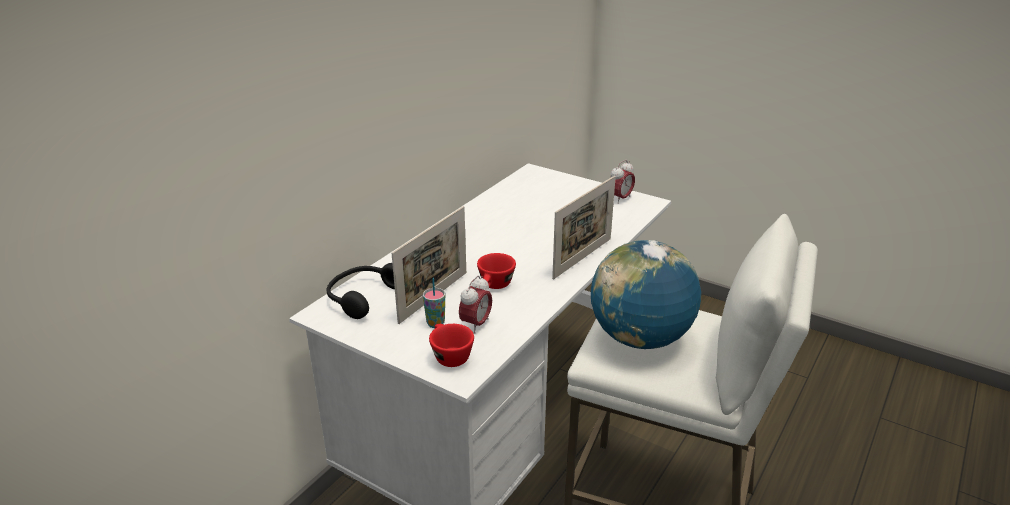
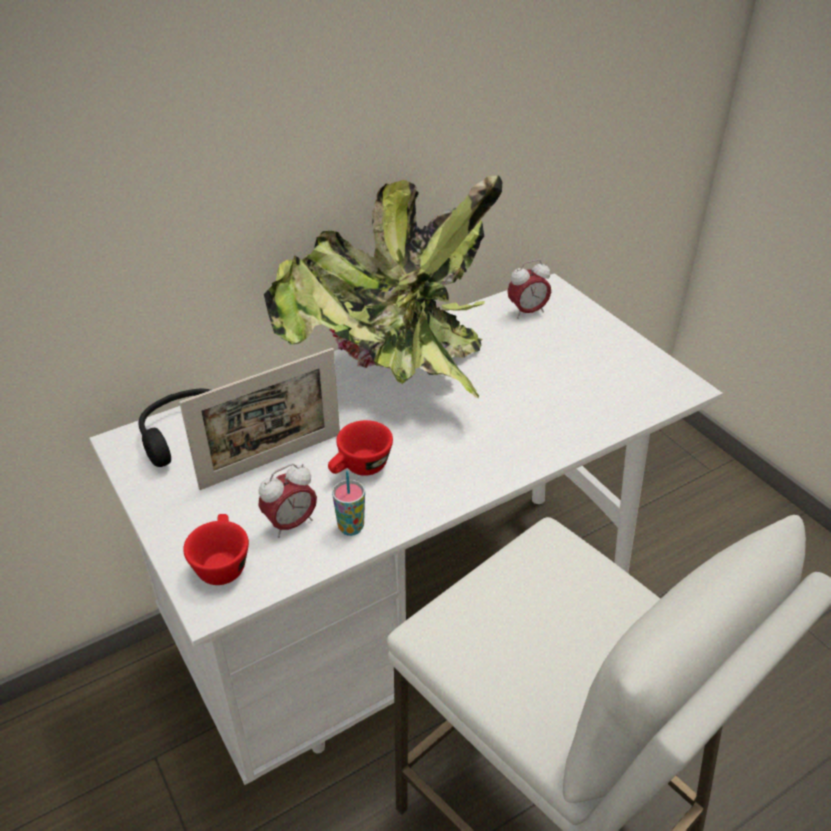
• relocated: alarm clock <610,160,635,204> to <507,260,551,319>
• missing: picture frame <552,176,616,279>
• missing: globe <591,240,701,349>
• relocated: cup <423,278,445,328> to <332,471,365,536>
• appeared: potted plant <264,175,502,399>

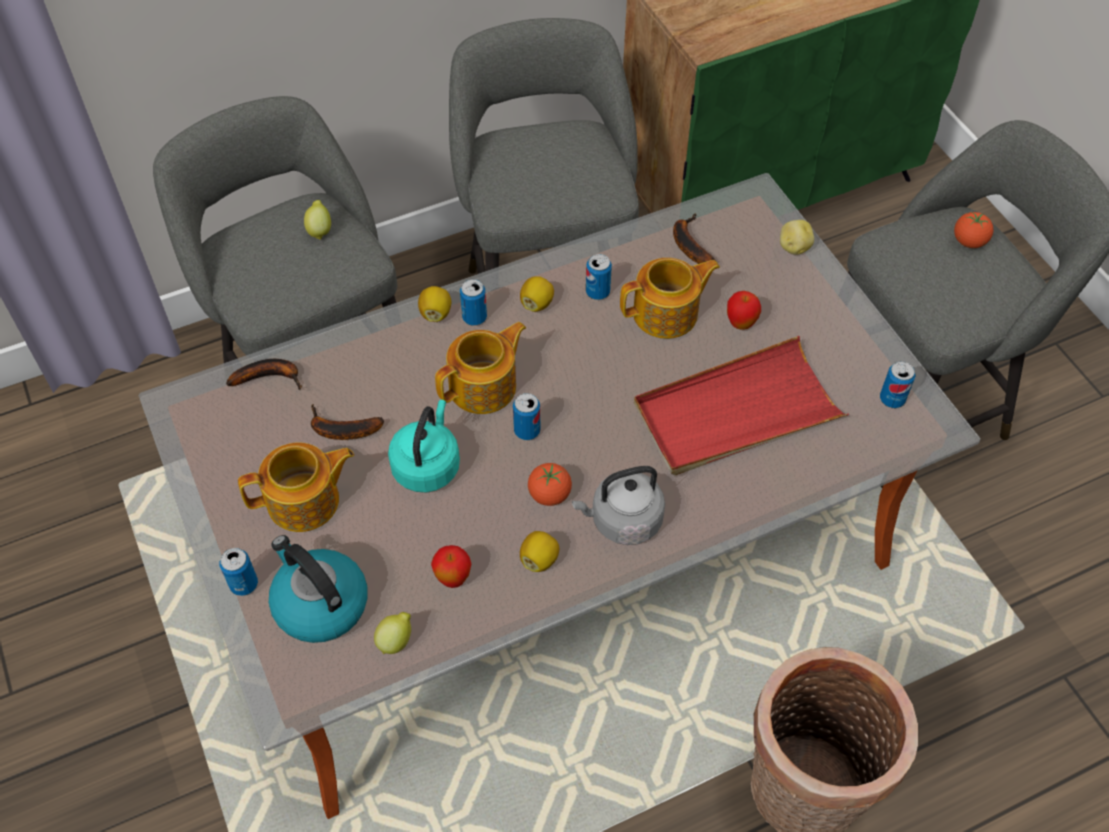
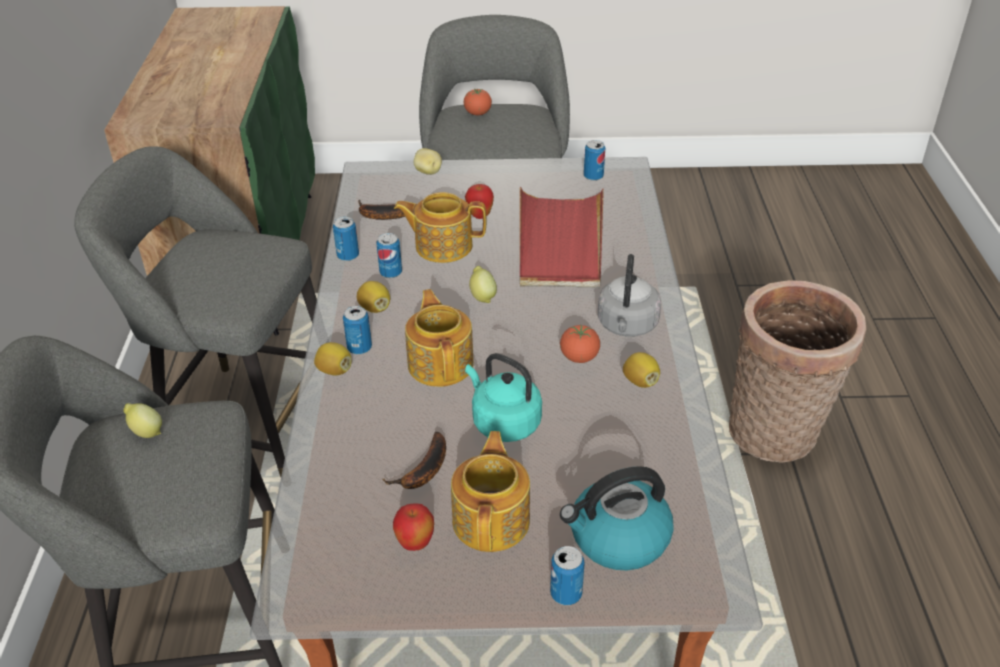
• spun: teapot <620,258,720,339> = <394,192,486,263> 90 degrees counterclockwise
• missing: banana <226,359,302,390>
• relocated: can <513,393,541,440> to <333,217,359,261>
• relocated: apple <431,545,471,588> to <393,503,434,551>
• relocated: lemon <374,612,411,654> to <469,266,497,303>

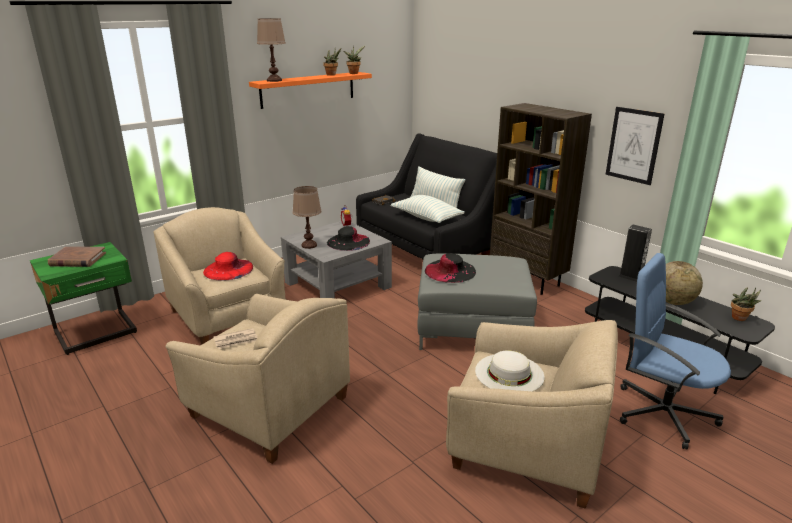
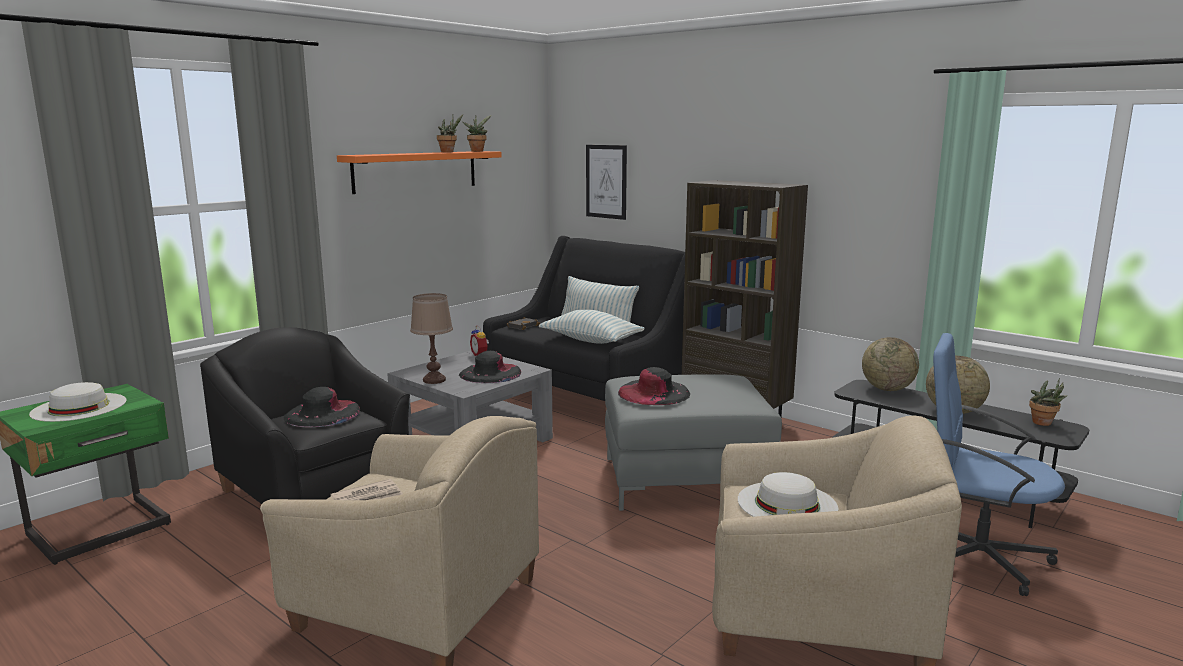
• missing: table lamp/brown <257,18,286,82>
• relocated: picture <606,107,664,185> to <586,145,627,220>
• colour: armchair/beige <154,207,286,345> to armchair/black <200,327,410,504>
• exchanged: speaker <619,225,652,282> to globe <862,337,919,391>
• exchanged: book/brown <48,247,106,267> to hat/white <29,382,127,422>
• colour: hat/red <203,252,253,281> to hat/black <283,387,360,427>

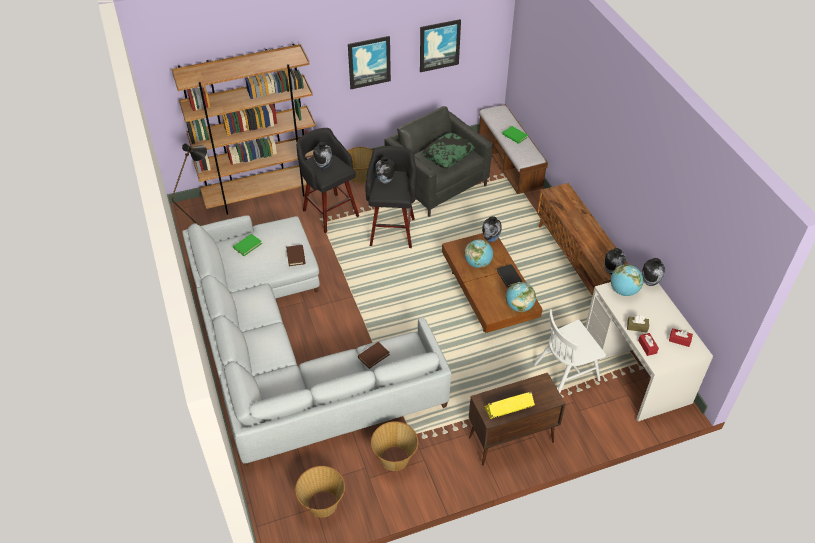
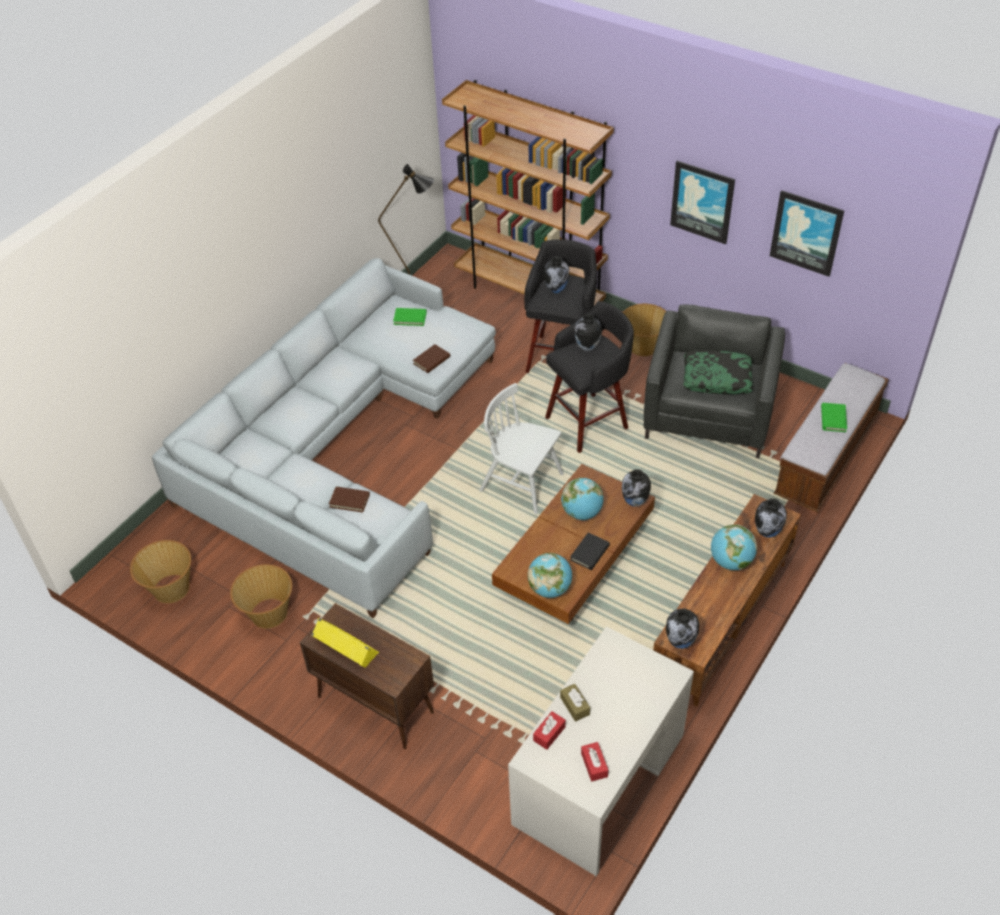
• relocated: vase <642,258,665,286> to <755,499,787,538>
• relocated: globe <611,265,643,296> to <711,524,757,570>
• relocated: chair/white <533,309,606,393> to <479,383,564,514>

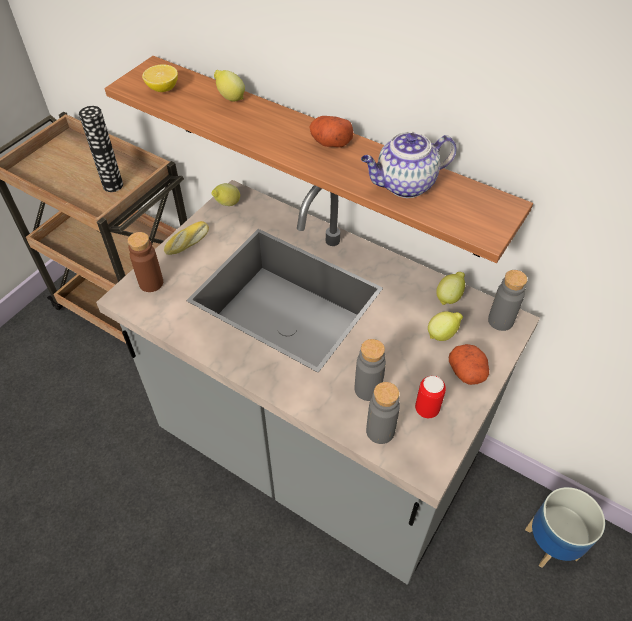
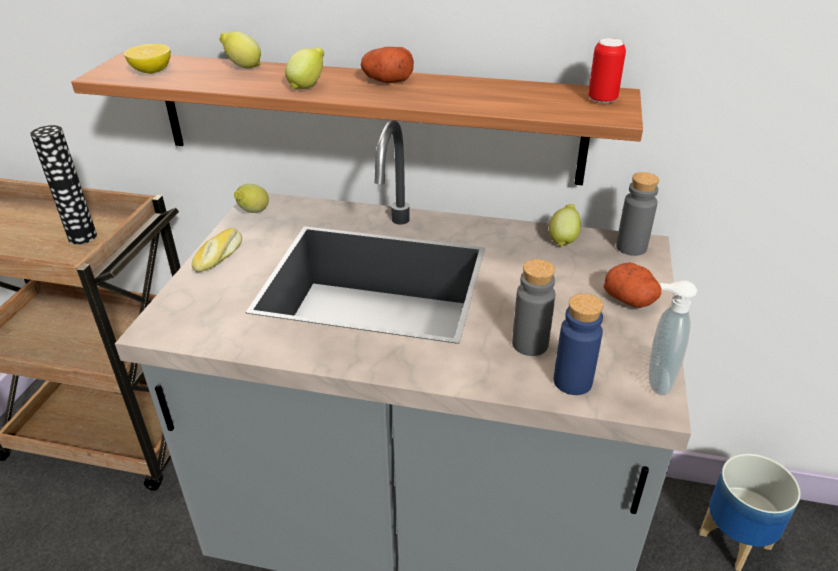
• missing: teapot <361,132,457,198>
• missing: bottle/brown <127,232,163,292>
• relocated: lemon <428,311,463,341> to <285,47,324,89>
• relocated: can <415,376,446,418> to <588,38,626,104>
• colour: bottle/grey <366,382,400,444> to bottle/blue <554,293,603,395>
• appeared: soap dispenser <649,280,697,395>

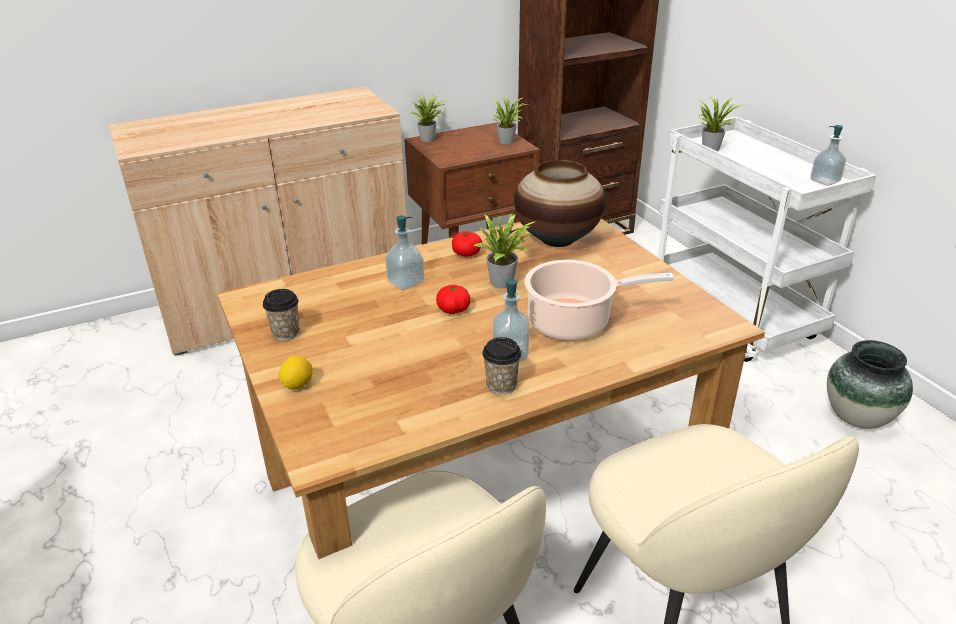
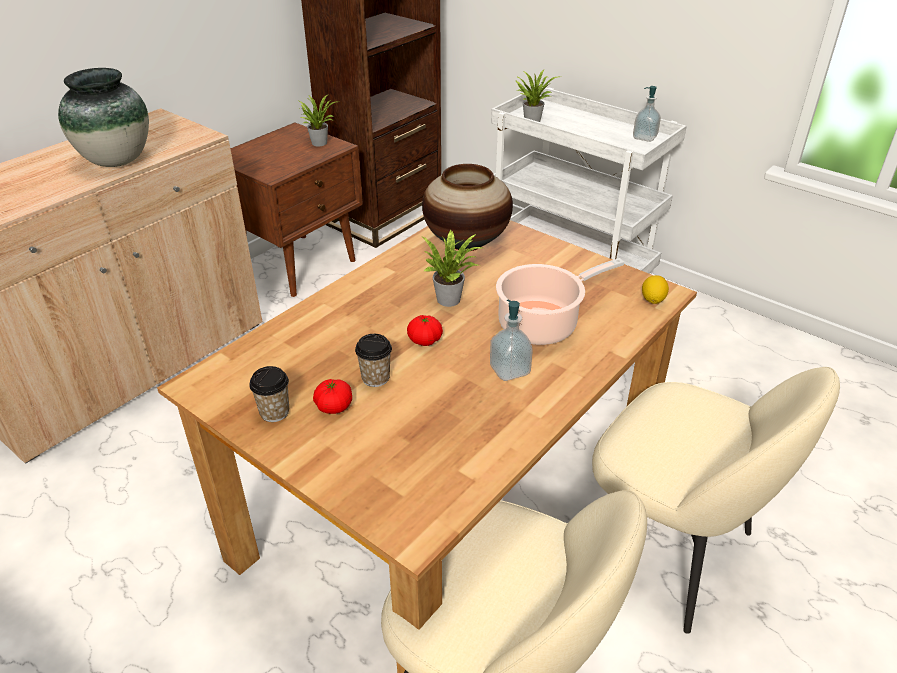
• missing: potted plant <408,95,446,142>
• missing: soap dispenser <385,215,424,290>
• relocated: tomato <452,231,482,257> to <313,379,352,414>
• relocated: cup <482,337,521,395> to <355,334,392,387>
• relocated: vase <827,340,913,429> to <58,68,149,167>
• relocated: lemon <279,356,313,390> to <642,275,669,304>

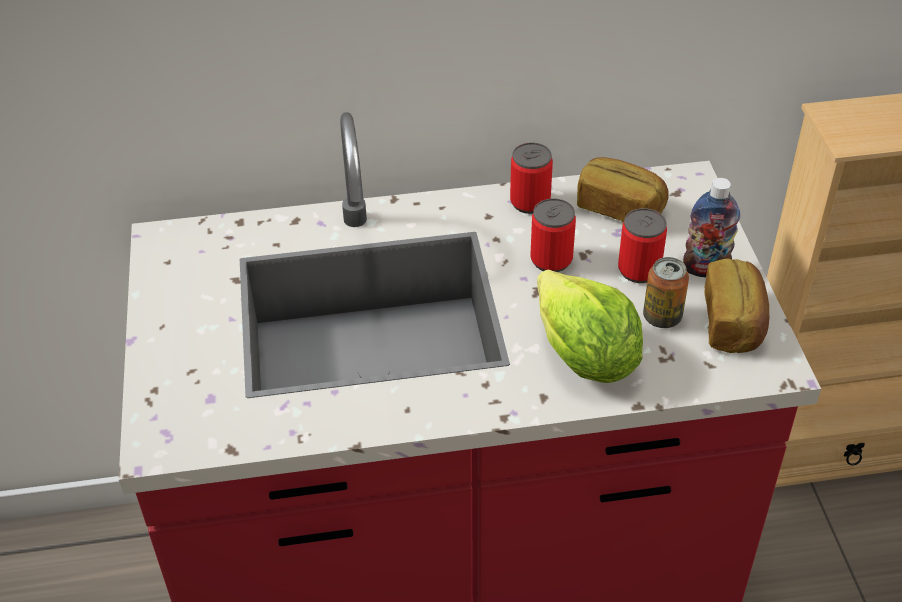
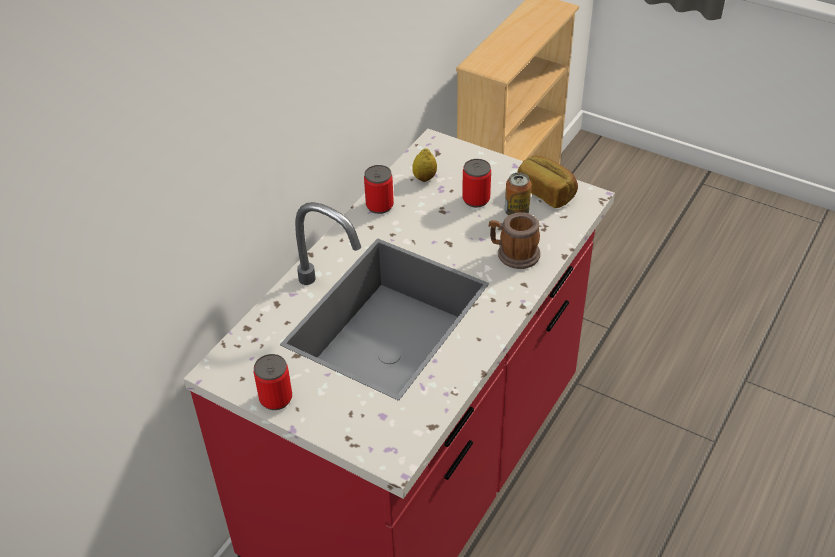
• exchanged: bread <577,157,669,222> to lemon <412,148,437,182>
• missing: bottle <683,178,740,277>
• relocated: can <530,198,576,272> to <254,354,292,410>
• exchanged: lettuce <537,269,643,383> to mug <489,212,540,269>

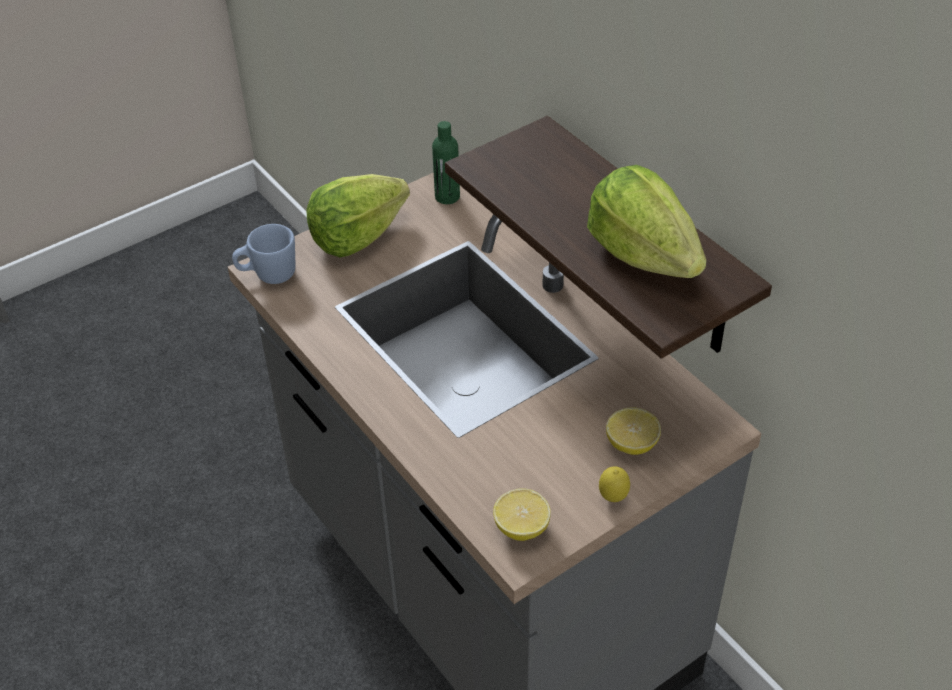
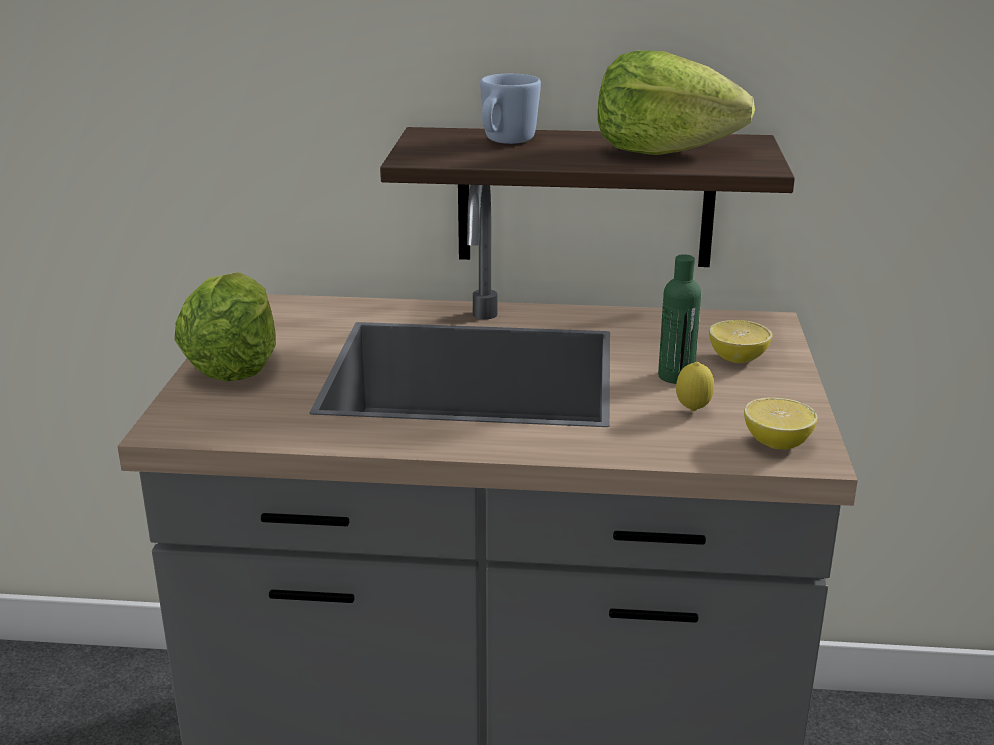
• relocated: bottle/green <432,121,460,204> to <658,254,701,384>
• relocated: mug/blue <232,224,296,284> to <480,74,541,144>
• relocated: lemon <599,467,630,502> to <676,362,714,411>

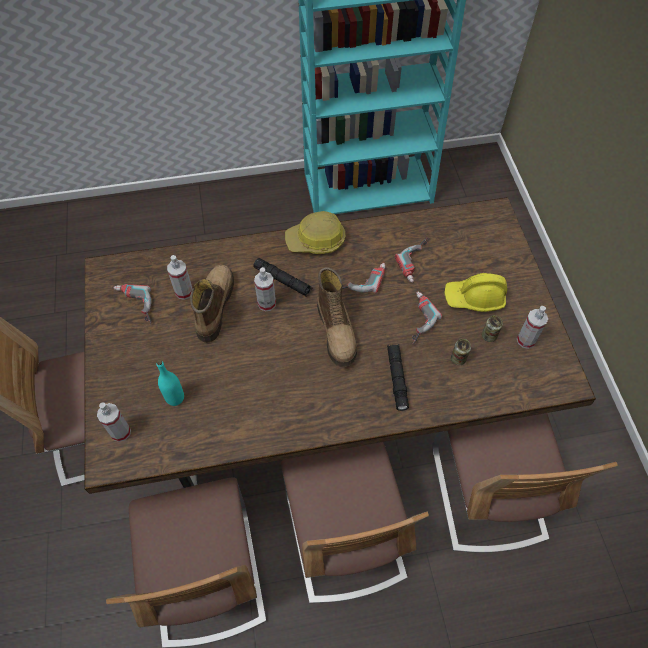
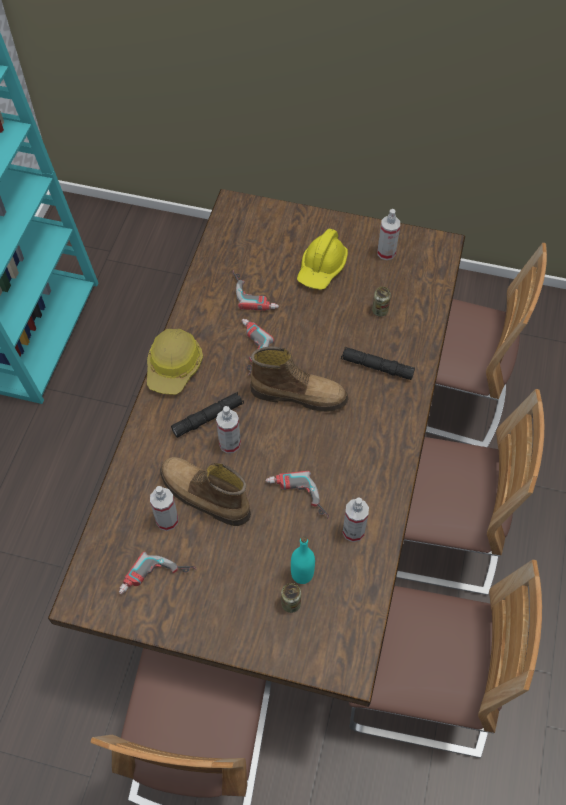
• relocated: power drill <412,292,442,345> to <265,471,329,519>
• relocated: can <482,315,503,342> to <281,583,301,613>
• relocated: spray bottle <97,402,131,442> to <343,498,369,542>

